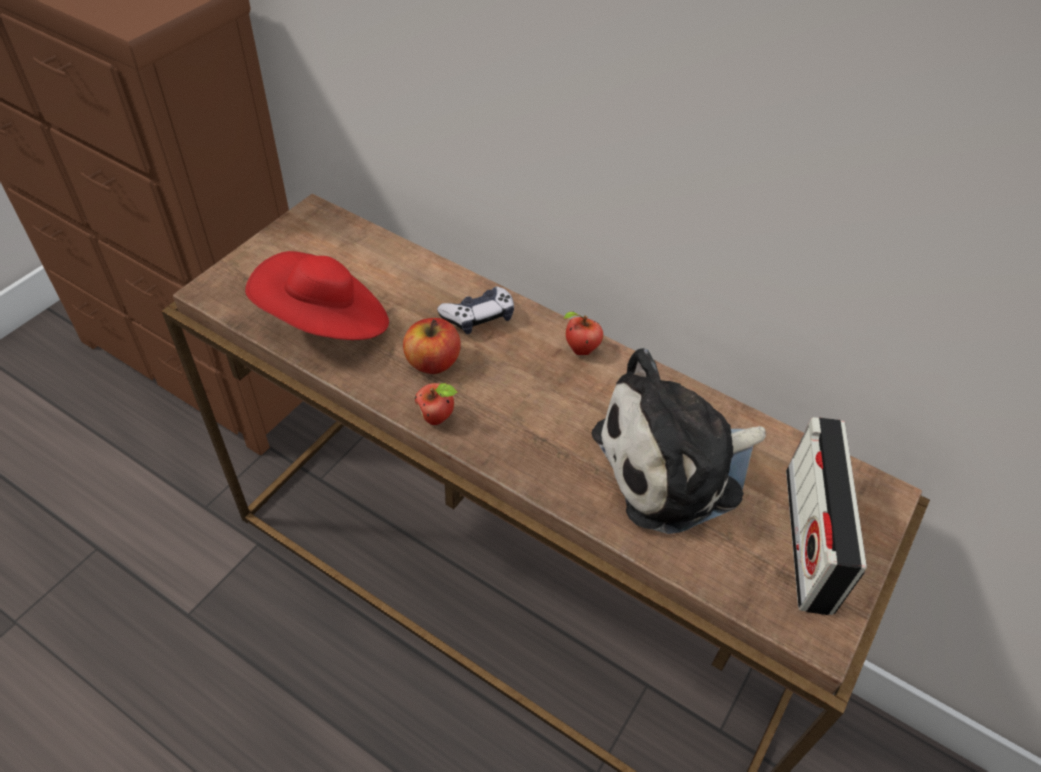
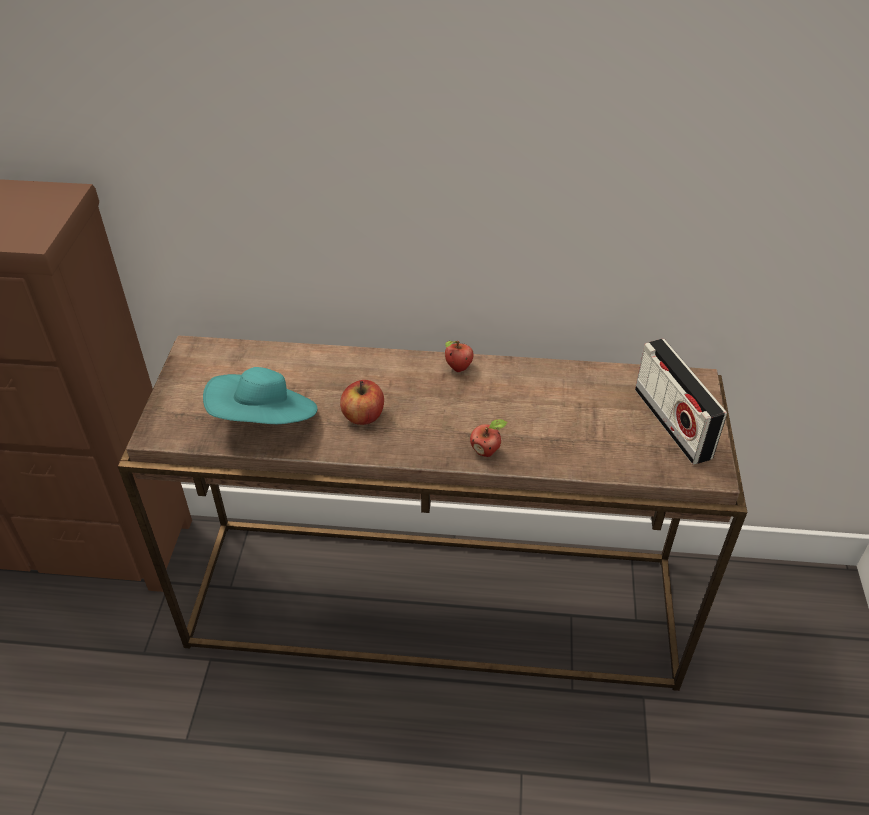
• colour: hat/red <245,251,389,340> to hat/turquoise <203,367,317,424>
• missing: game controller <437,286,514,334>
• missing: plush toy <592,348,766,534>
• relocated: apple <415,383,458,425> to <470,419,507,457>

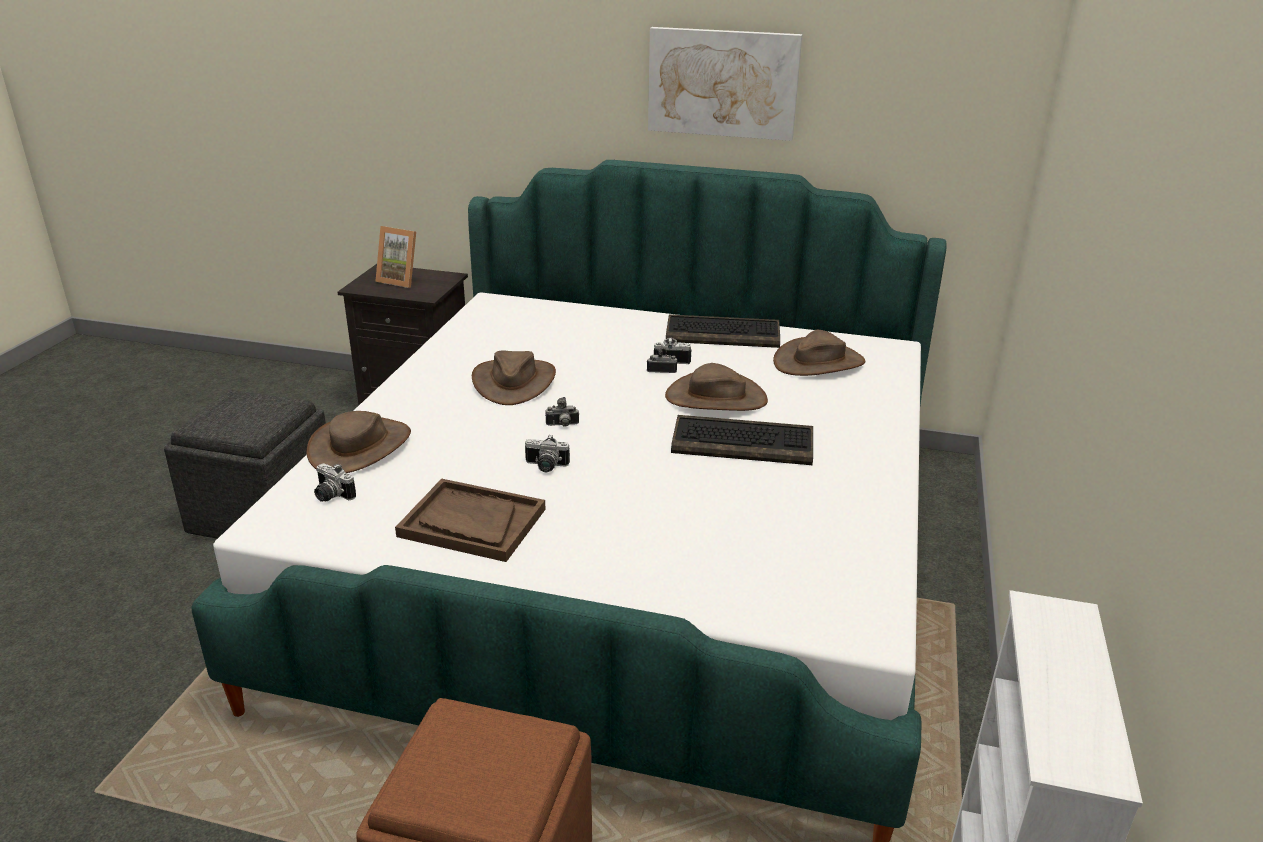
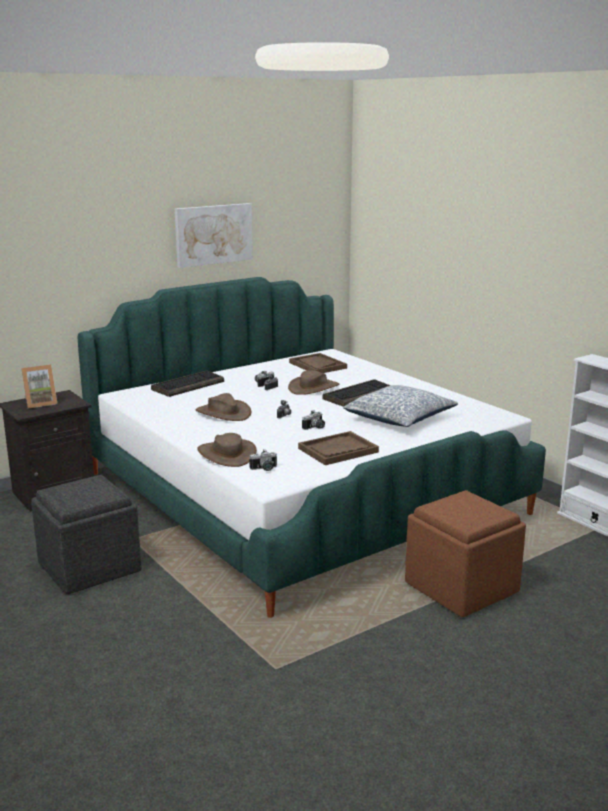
• relocated: keyboard <666,314,780,348> to <151,370,224,397>
• exchanged: hat/brown <773,330,865,376> to tray/brown <289,353,347,373>
• appeared: pillow <343,385,458,427>

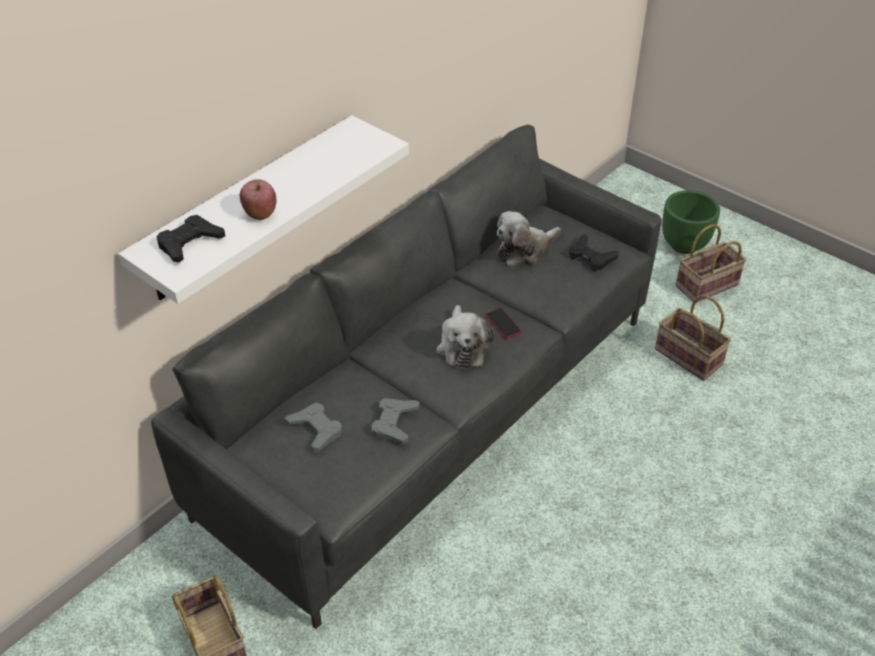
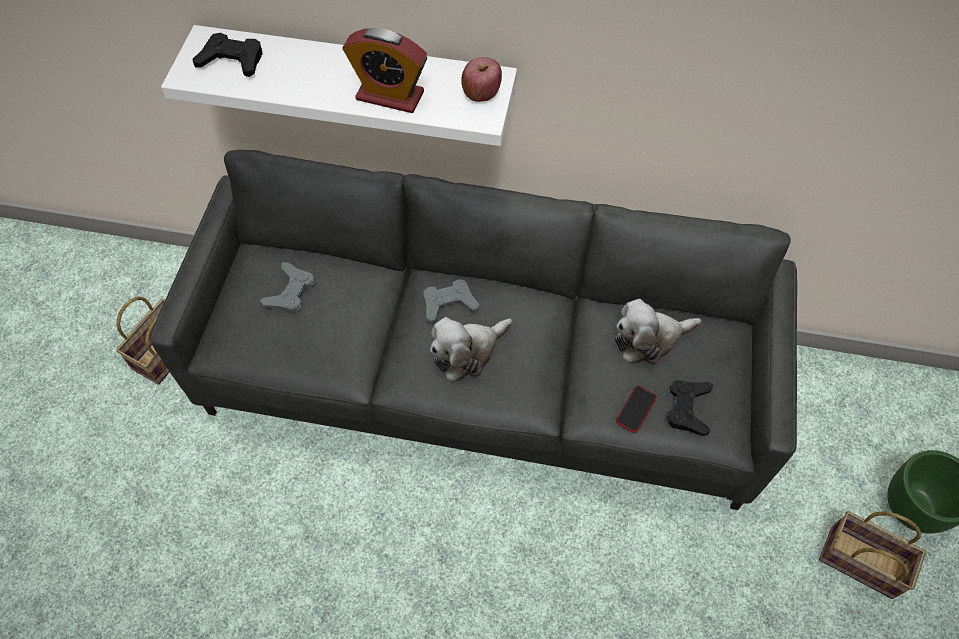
• relocated: apple <240,179,276,220> to <461,57,502,102>
• spun: plush toy <497,211,561,268> = <615,299,701,365> 45 degrees counterclockwise
• missing: basket <655,295,731,381>
• relocated: phone <485,308,522,339> to <616,386,657,433>
• relocated: game controller/grey <371,398,420,444> to <423,279,479,324>
• appeared: alarm clock <343,28,427,113>

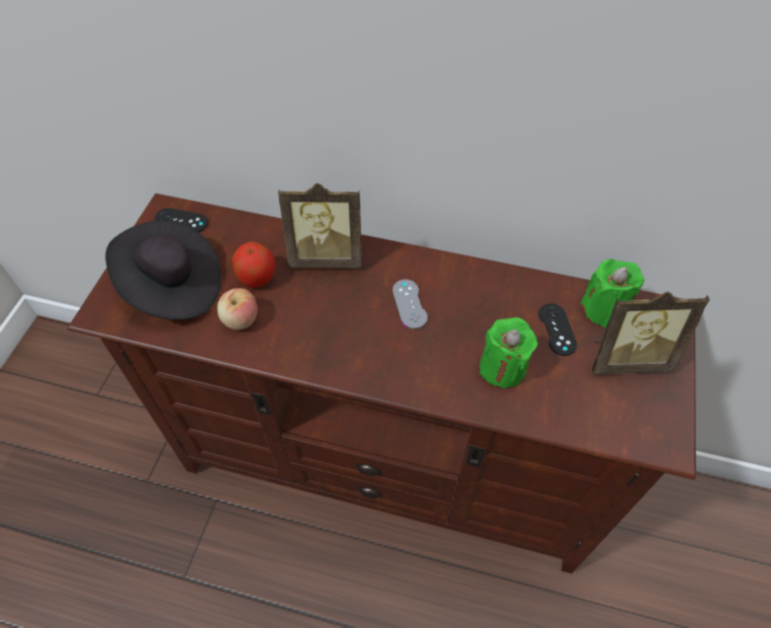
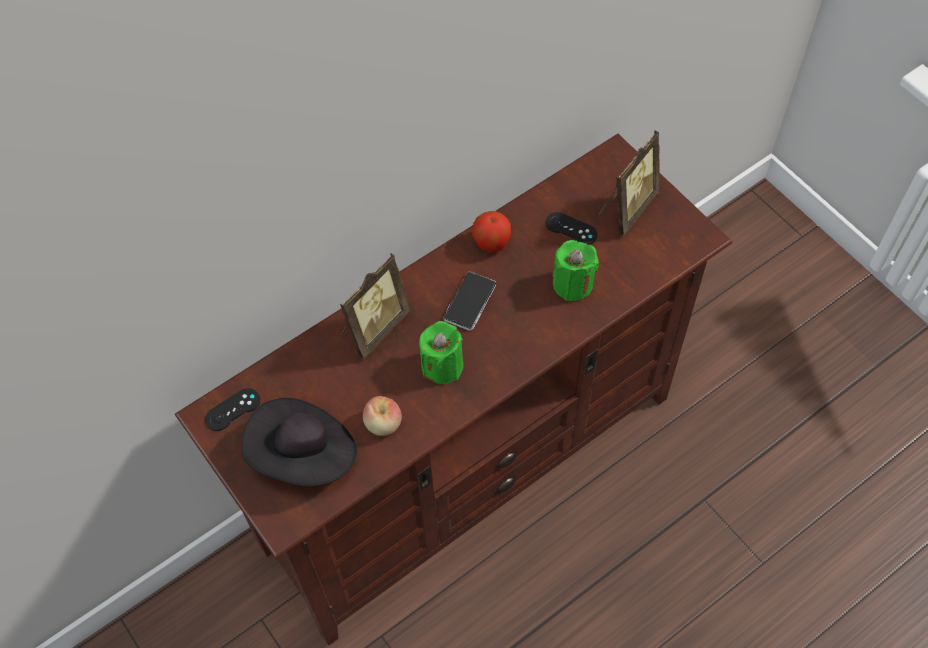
• relocated: apple <232,242,276,288> to <472,211,511,253>
• relocated: candle/green <580,259,645,328> to <419,321,463,384>
• exchanged: game controller/grey <392,279,428,329> to phone <443,271,496,331>

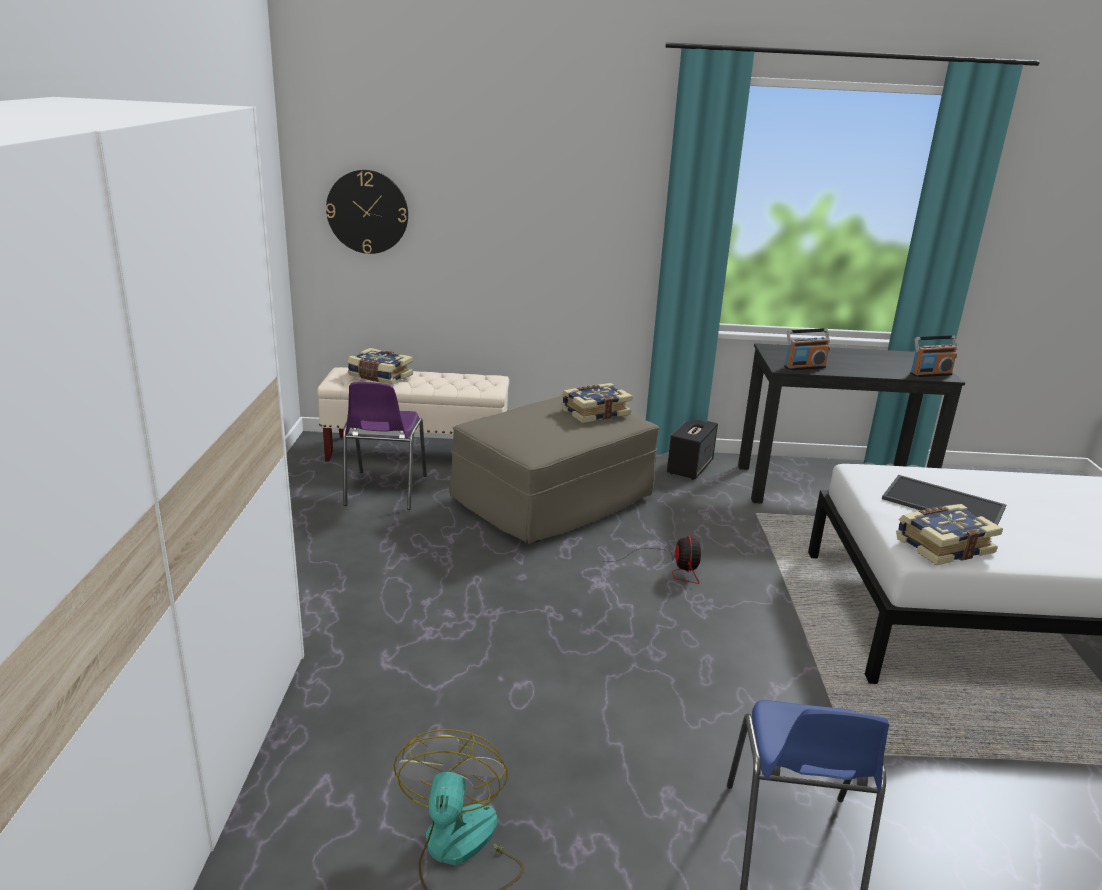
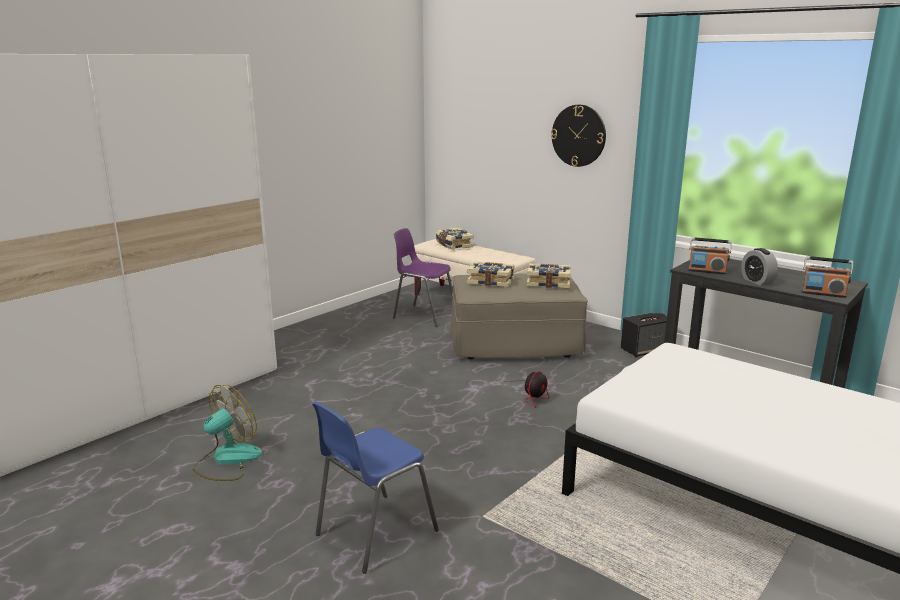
• relocated: wall clock <326,170,408,254> to <551,105,606,167>
• spun: chair/purple <343,382,427,510> = <393,228,453,327> 75 degrees clockwise
• missing: tray <882,475,1006,525>
• relocated: book <896,504,1003,566> to <467,261,515,287>
• appeared: alarm clock <741,248,778,285>

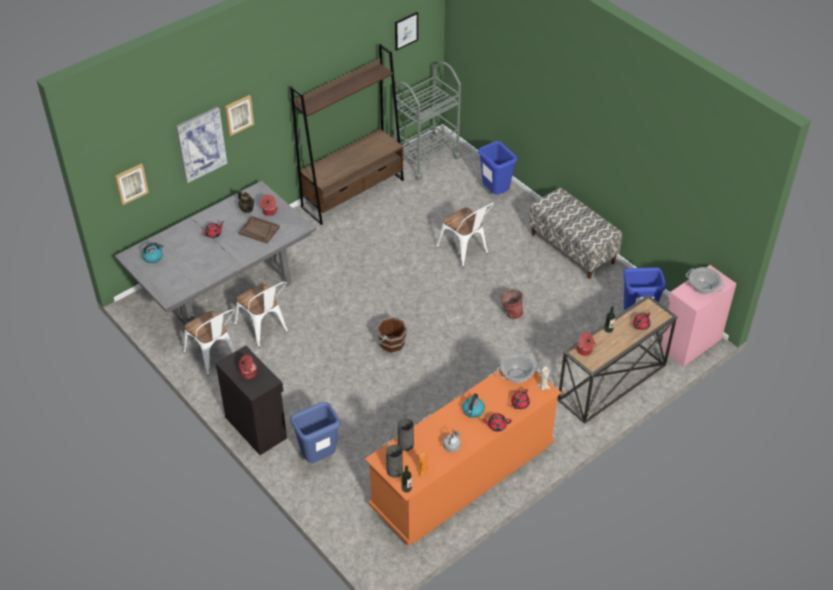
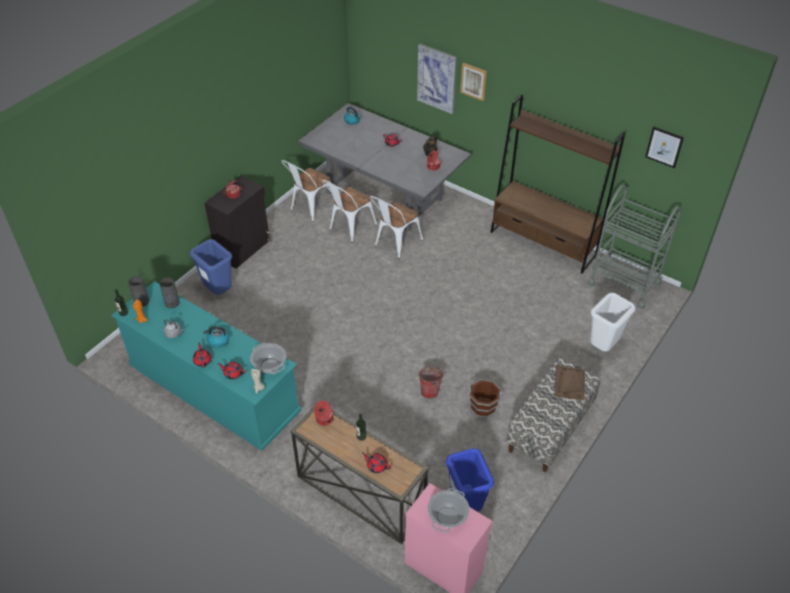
• colour: trash can/blue <478,141,518,195> to trash can/white <590,293,636,352>
• missing: picture <115,163,149,205>
• relocated: chair/white <436,203,495,267> to <370,196,423,259>
• relocated: tray/brown <238,216,280,243> to <555,366,585,400>
• relocated: bucket/brown <376,316,408,354> to <467,379,503,418>
• colour: dresser/orange <365,369,562,546> to dresser/turquoise <111,281,301,450>

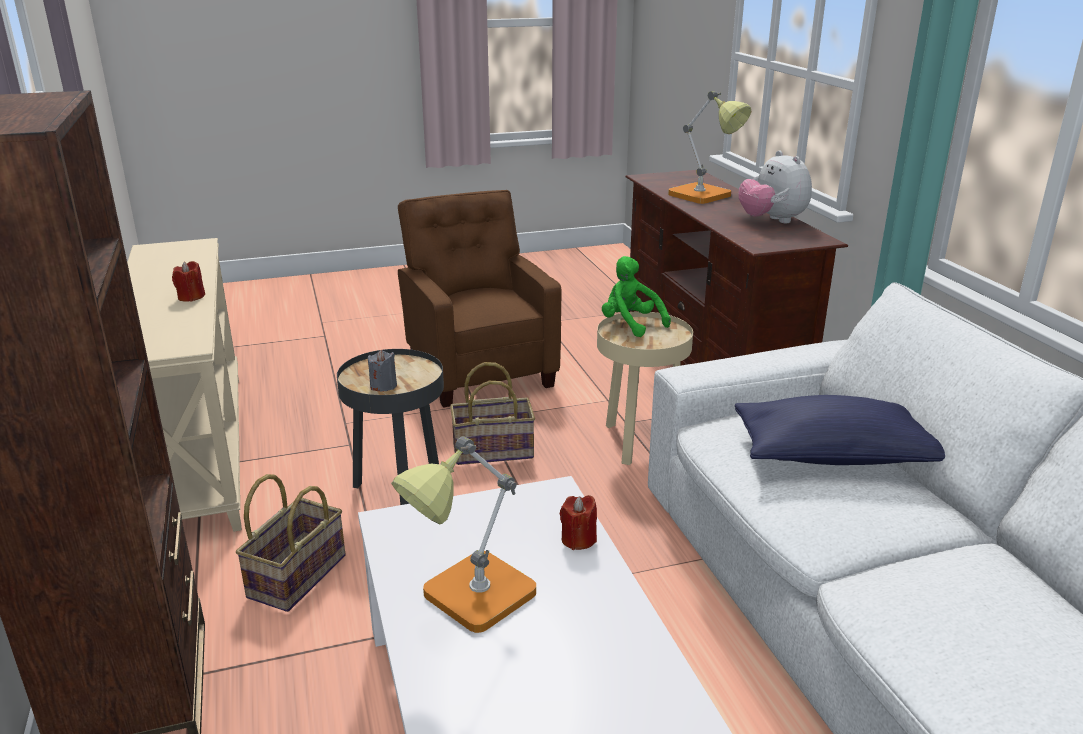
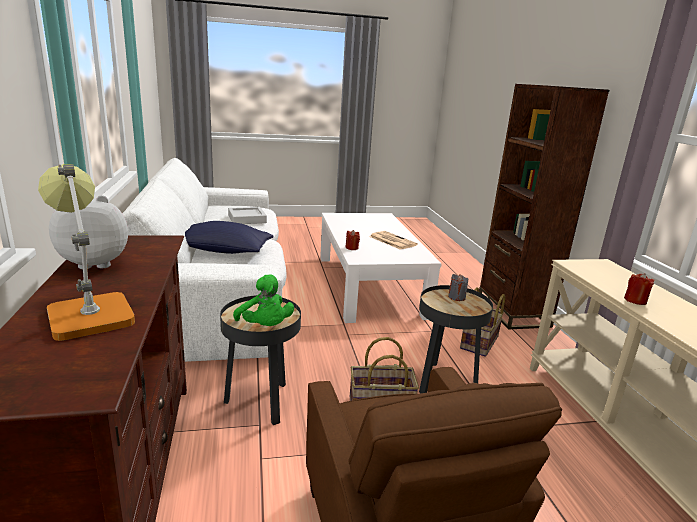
• spun: plush toy <738,150,812,223> = <49,195,128,269> 90 degrees counterclockwise
• colour: side table/beige <597,311,693,465> to side table/black <220,295,301,425>
• exchanged: table lamp <391,436,536,633> to newspaper <369,231,418,250>
• appeared: tray/grey <228,207,267,224>

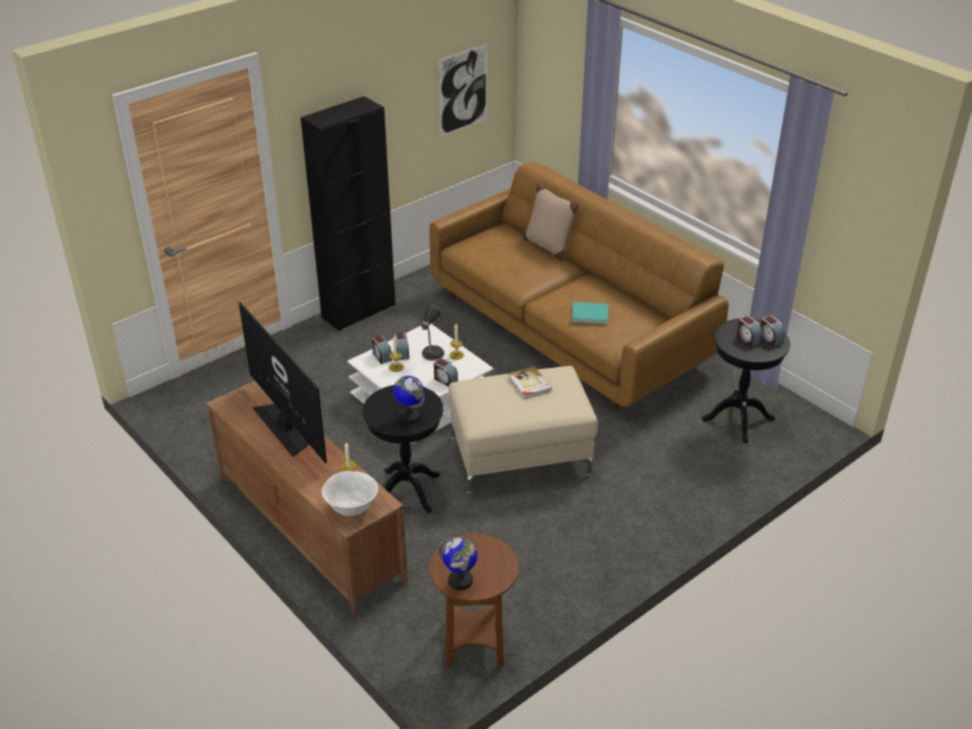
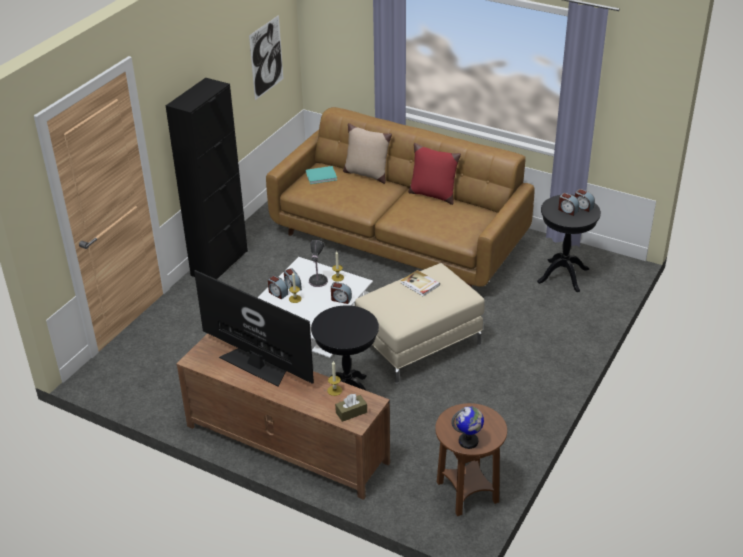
• relocated: book/turquoise <571,302,608,324> to <306,166,337,184>
• missing: globe <393,376,425,423>
• exchanged: bowl/white <322,471,378,516> to tissue box/brown <335,394,367,422>
• appeared: pillow/red <408,143,461,205>

